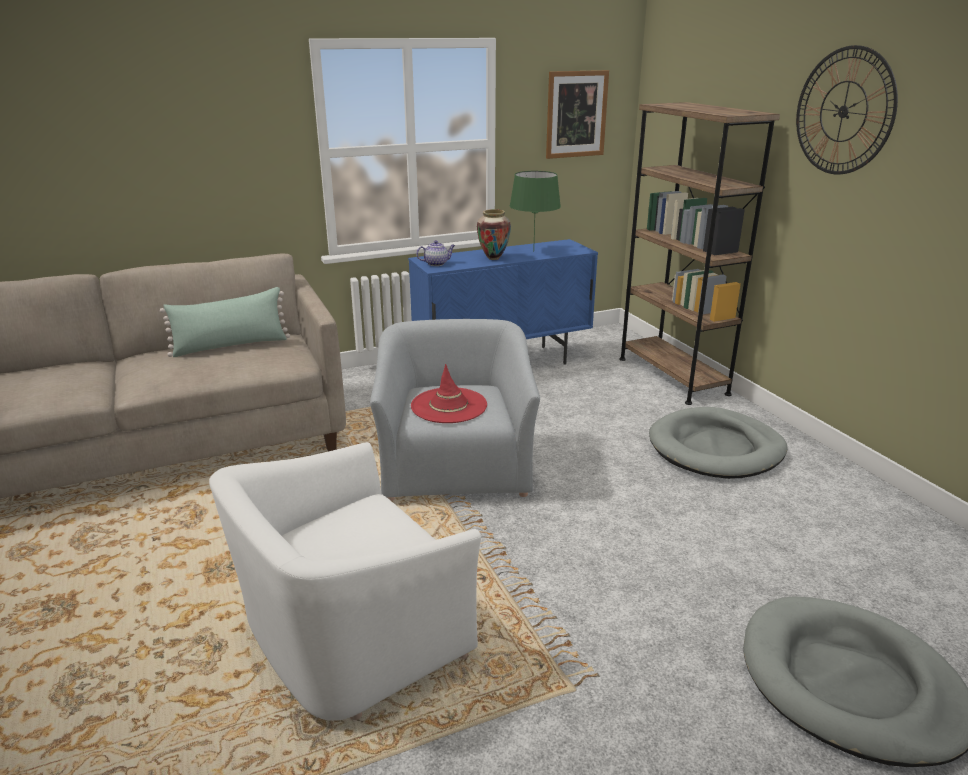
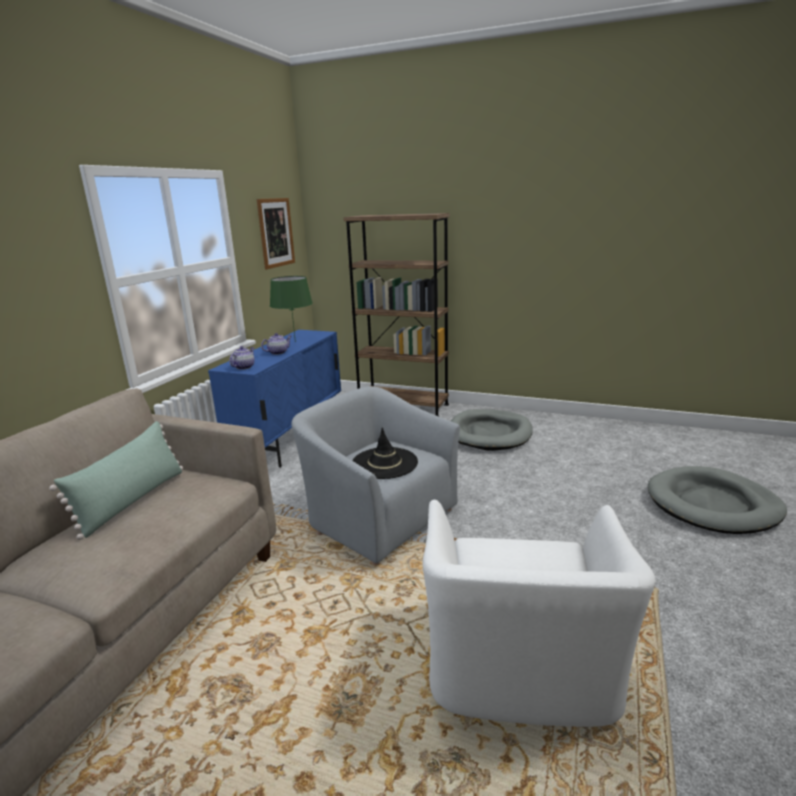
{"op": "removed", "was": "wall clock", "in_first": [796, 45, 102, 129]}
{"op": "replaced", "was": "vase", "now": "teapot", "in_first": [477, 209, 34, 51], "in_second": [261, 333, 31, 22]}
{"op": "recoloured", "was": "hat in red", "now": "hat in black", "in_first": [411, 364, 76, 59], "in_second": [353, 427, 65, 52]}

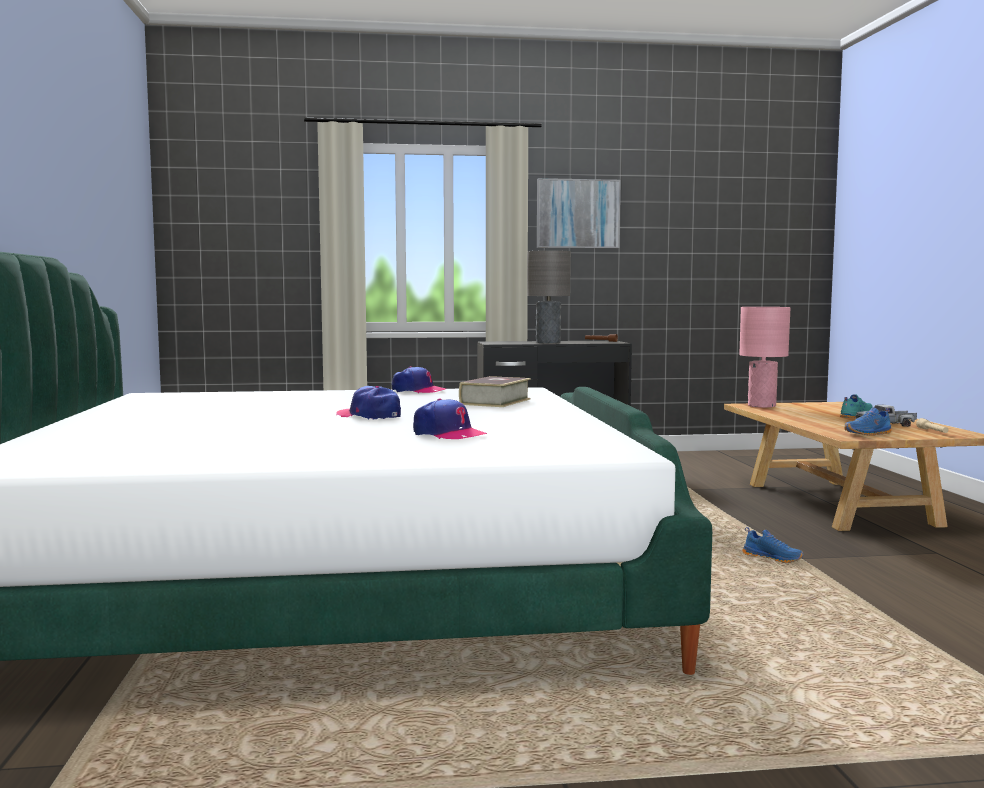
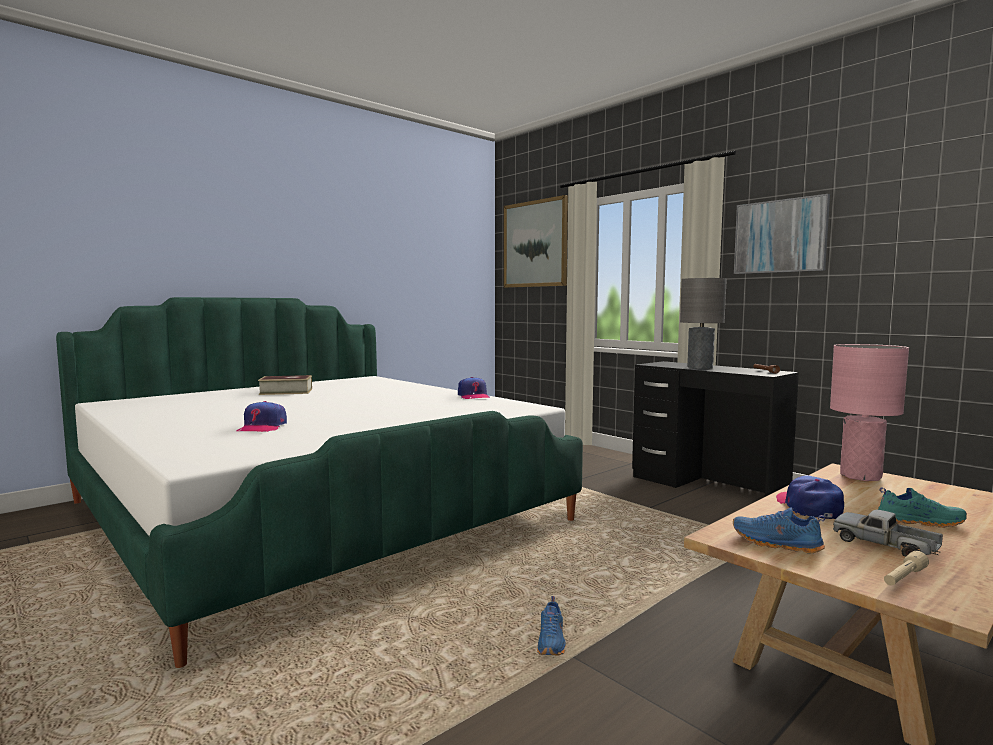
{"op": "moved", "was": "book", "in_first": [459, 376, 72, 31], "in_second": [258, 375, 54, 20]}
{"op": "moved", "was": "cap", "in_first": [336, 386, 65, 34], "in_second": [776, 475, 68, 44]}
{"op": "added", "now": "picture", "in_second": [504, 195, 64, 93]}

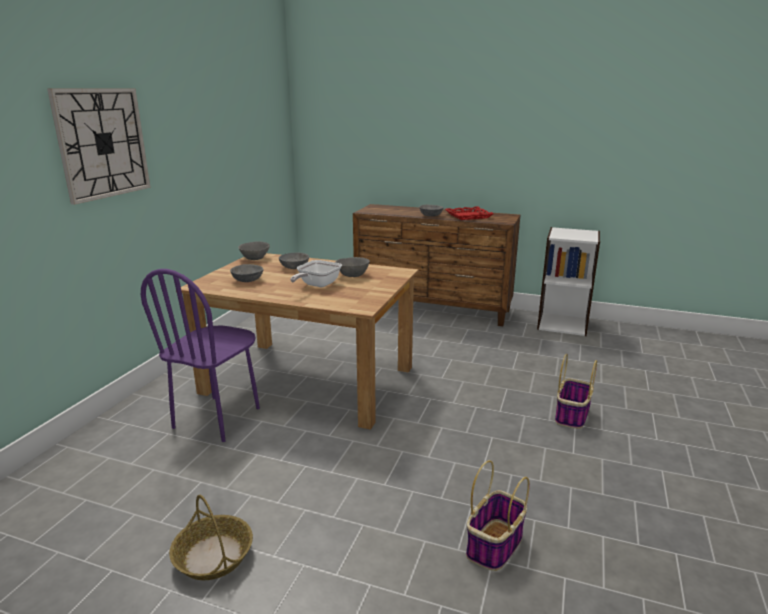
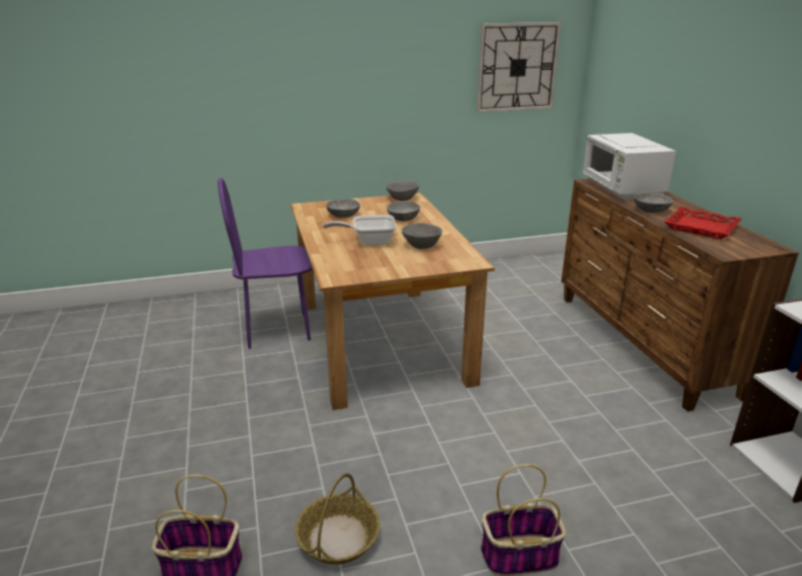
{"op": "moved", "was": "wall clock", "in_first": [47, 88, 104, 117], "in_second": [477, 22, 84, 91]}
{"op": "moved", "was": "basket", "in_first": [169, 495, 84, 85], "in_second": [295, 473, 85, 92]}
{"op": "added", "now": "microwave in white", "in_second": [583, 133, 93, 68]}

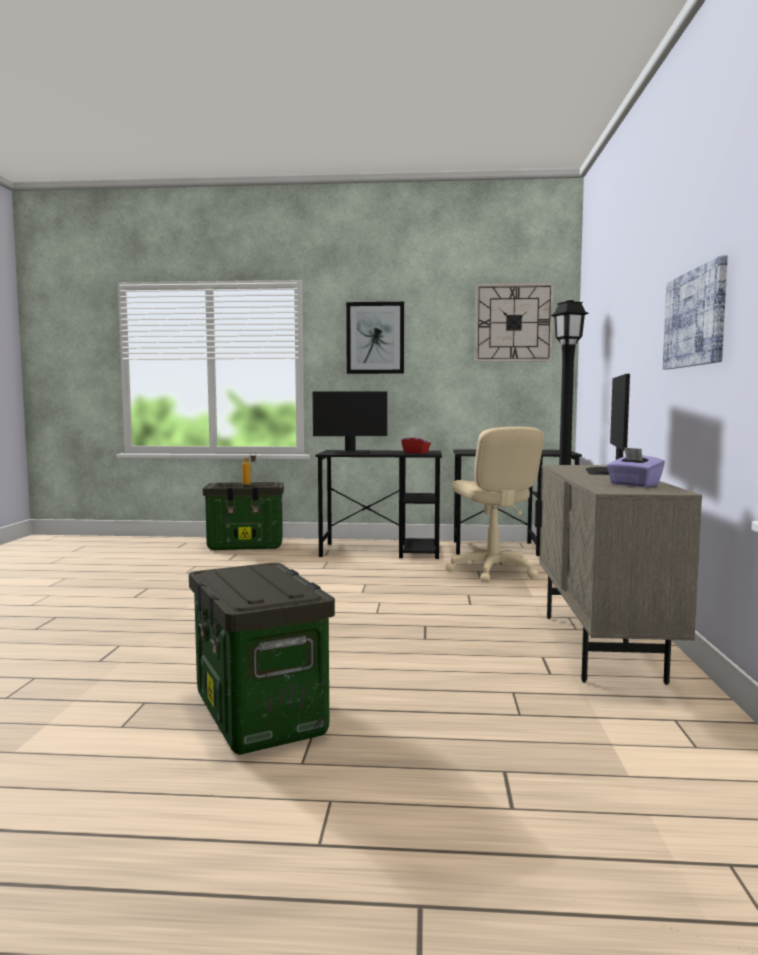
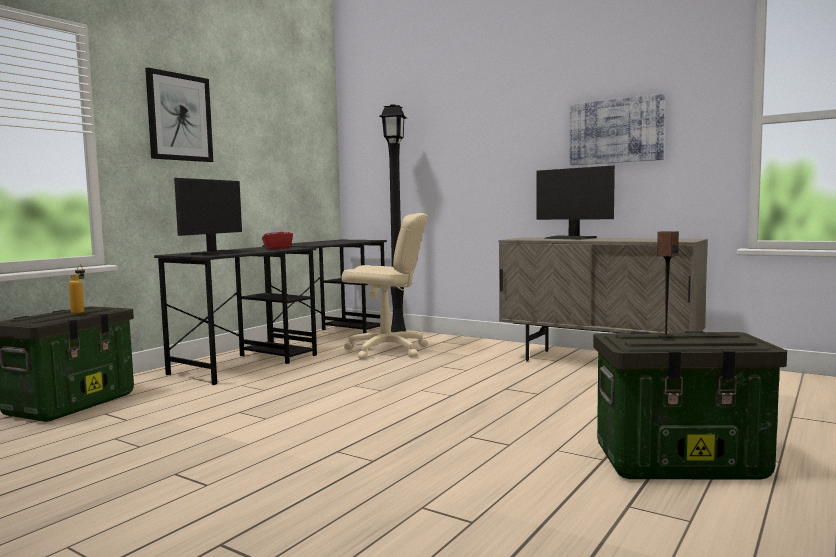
{"op": "removed", "was": "wall clock", "in_first": [475, 283, 79, 79]}
{"op": "removed", "was": "tissue box in purple", "in_first": [606, 447, 59, 40]}
{"op": "added", "now": "speaker", "in_second": [657, 231, 22, 106]}

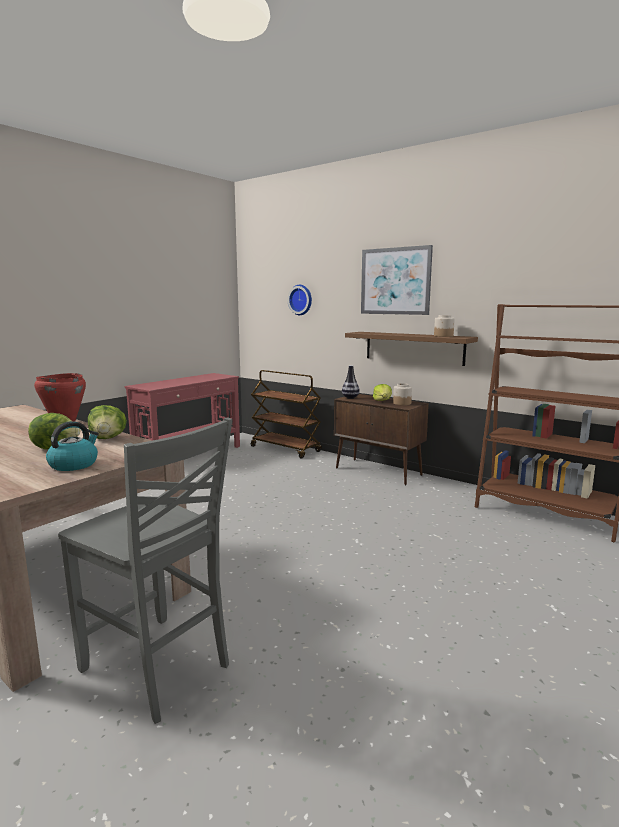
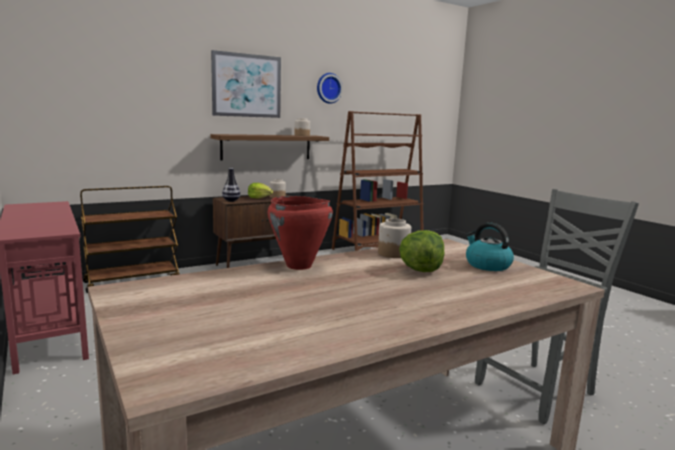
{"op": "moved", "was": "wall clock", "in_first": [287, 285, 25, 30], "in_second": [317, 73, 26, 31]}
{"op": "replaced", "was": "lettuce", "now": "jar", "in_first": [88, 405, 39, 34], "in_second": [378, 218, 33, 40]}

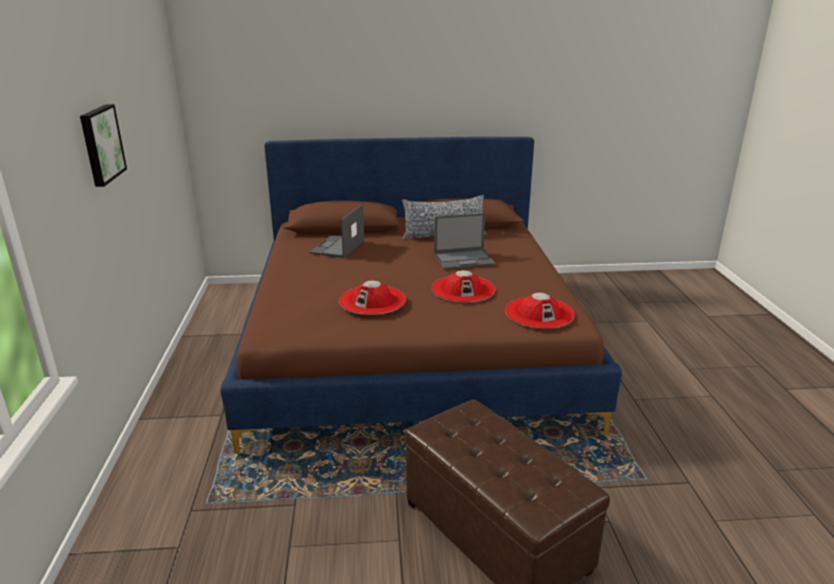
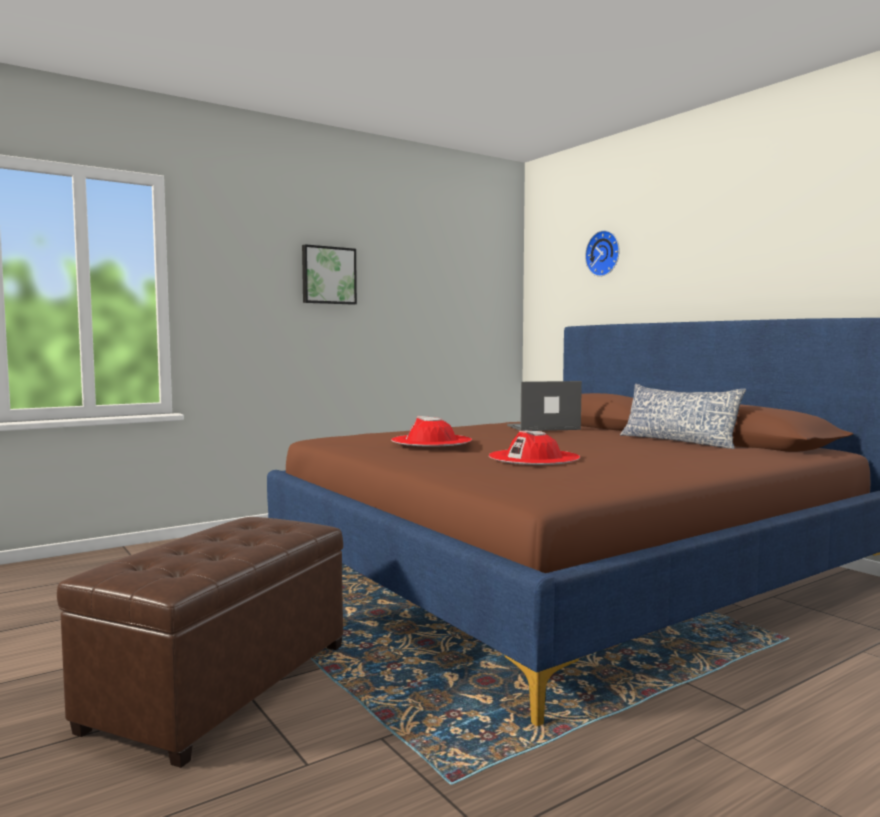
{"op": "removed", "was": "laptop", "in_first": [434, 213, 62, 56]}
{"op": "removed", "was": "hat in red", "in_first": [505, 293, 69, 35]}
{"op": "added", "now": "wall clock", "in_second": [585, 230, 35, 47]}

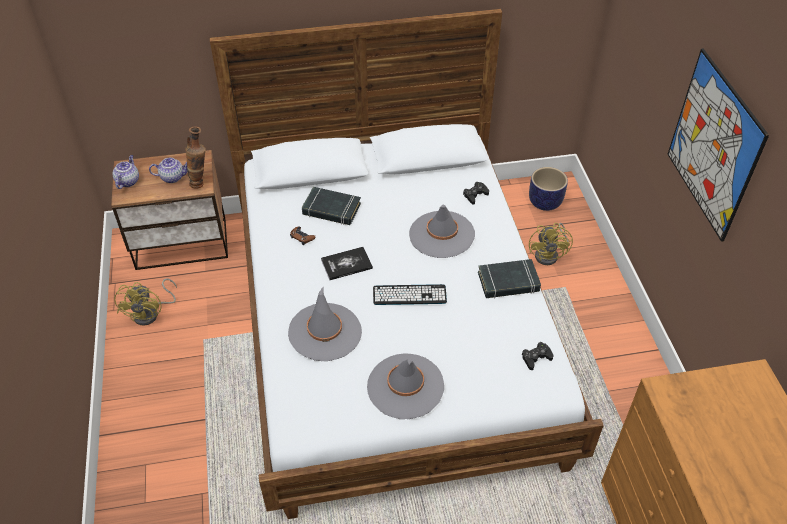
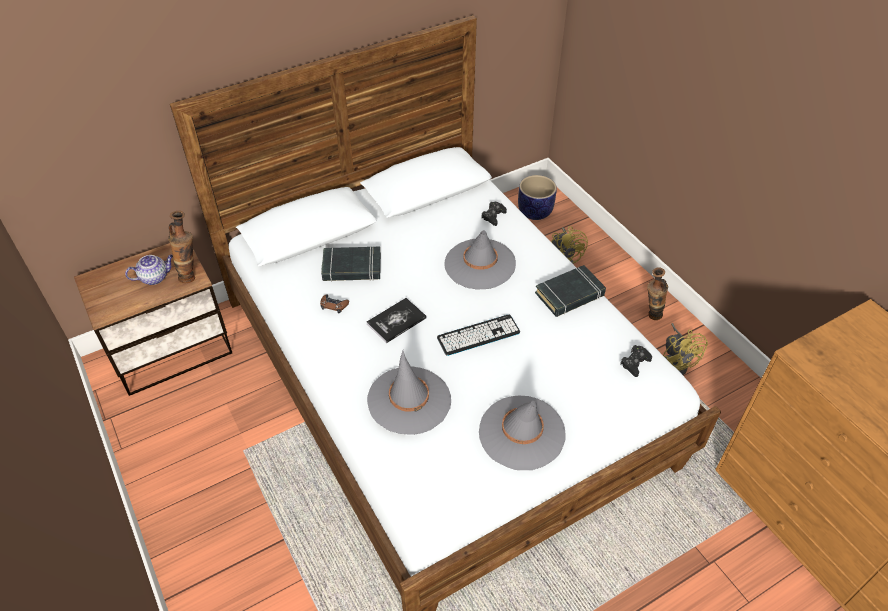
{"op": "removed", "was": "picture", "in_first": [668, 48, 101, 194]}
{"op": "removed", "was": "teapot", "in_first": [113, 155, 26, 34]}
{"op": "moved", "was": "fan in yellow", "in_first": [114, 278, 63, 48], "in_second": [663, 323, 45, 52]}
{"op": "added", "now": "vase", "in_second": [647, 268, 21, 52]}

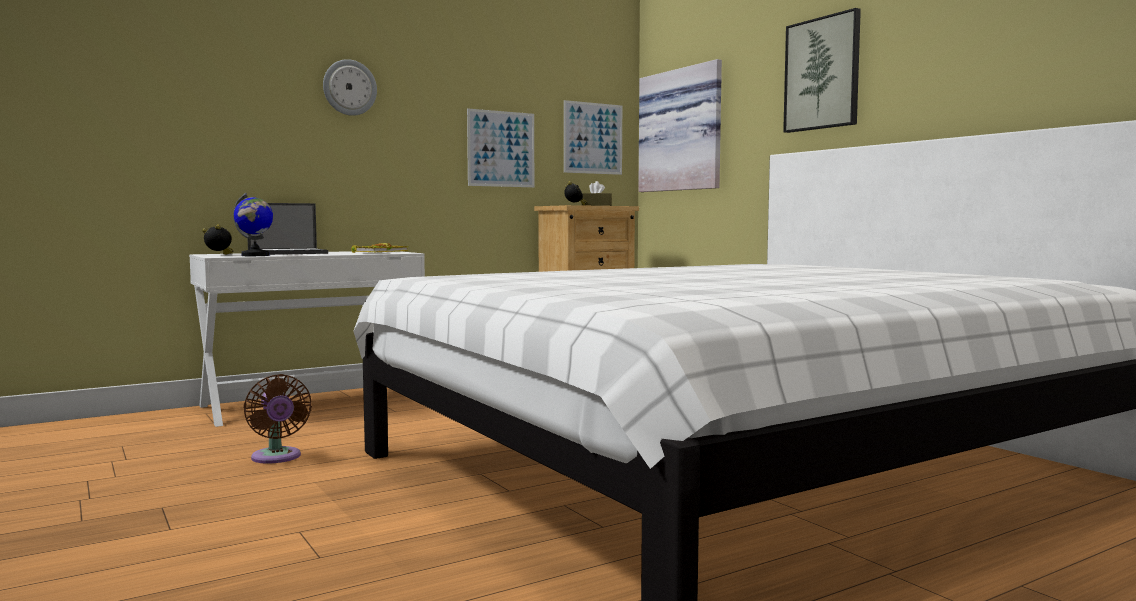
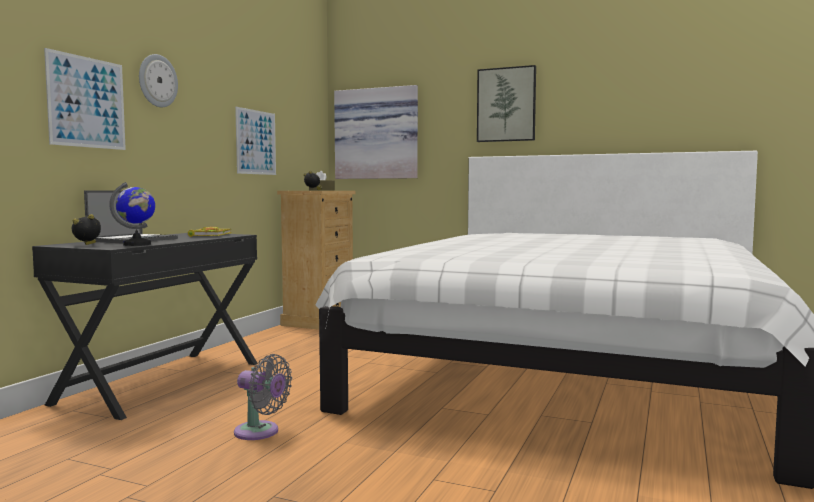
{"op": "moved", "was": "picture", "in_first": [564, 100, 58, 75], "in_second": [44, 48, 82, 102]}
{"op": "recoloured", "was": "desk in white", "now": "desk in black", "in_first": [189, 251, 236, 176], "in_second": [32, 233, 226, 187]}
{"op": "recoloured", "was": "fan in brown", "now": "fan in grey", "in_first": [243, 374, 69, 90], "in_second": [234, 354, 58, 86]}

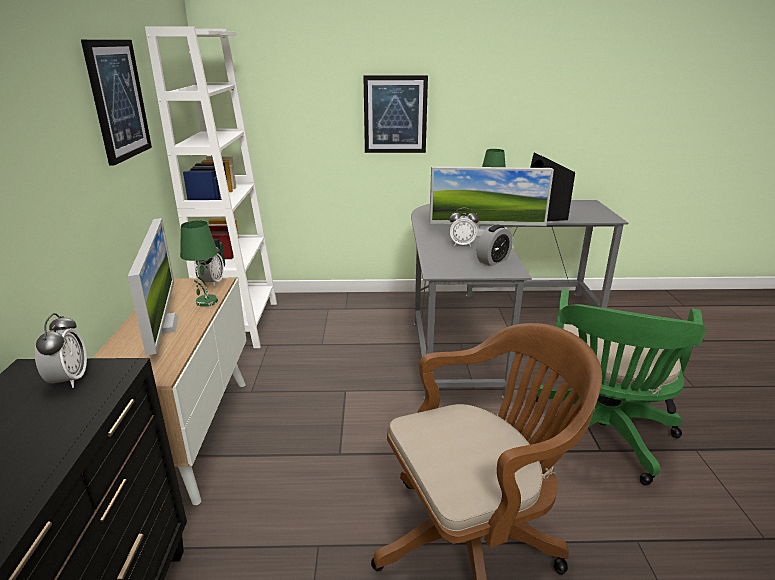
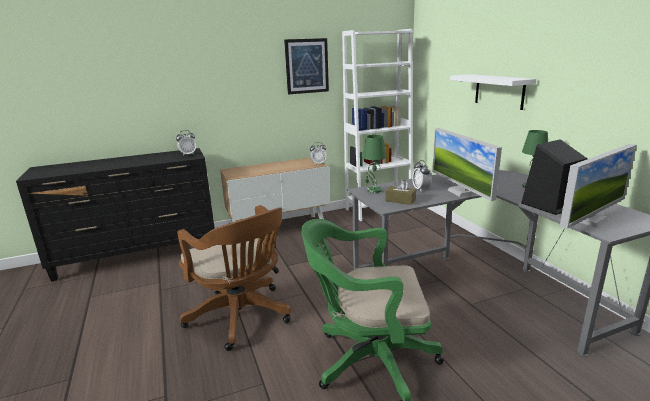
{"op": "replaced", "was": "picture", "now": "shelf in white", "in_first": [363, 75, 65, 78], "in_second": [450, 74, 86, 36]}
{"op": "moved", "was": "monitor", "in_first": [128, 218, 50, 138], "in_second": [559, 144, 78, 85]}
{"op": "moved", "was": "table lamp in green", "in_first": [180, 220, 38, 87], "in_second": [363, 135, 24, 58]}
{"op": "replaced", "was": "alarm clock", "now": "tissue box in brown", "in_first": [477, 225, 36, 41], "in_second": [385, 179, 31, 26]}

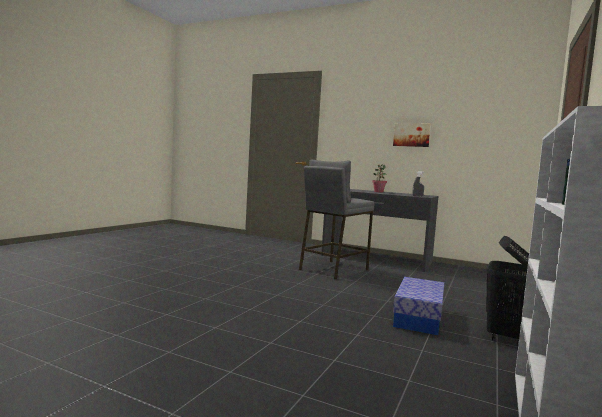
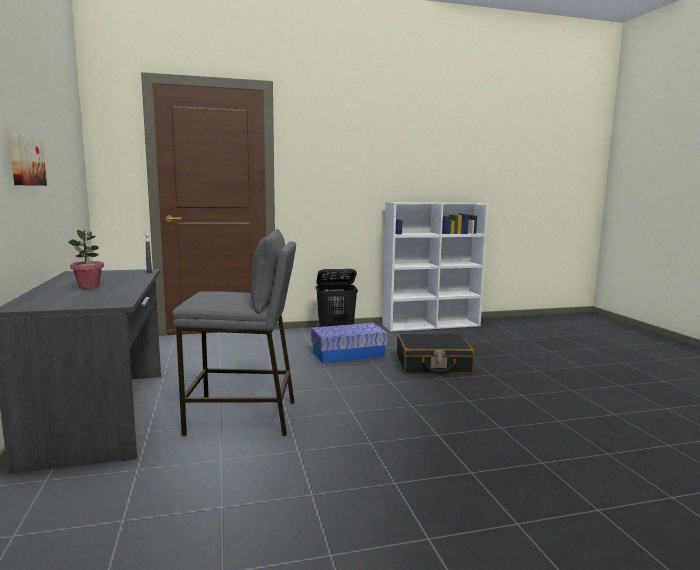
{"op": "added", "now": "suitcase in black", "in_second": [397, 334, 77, 40]}

